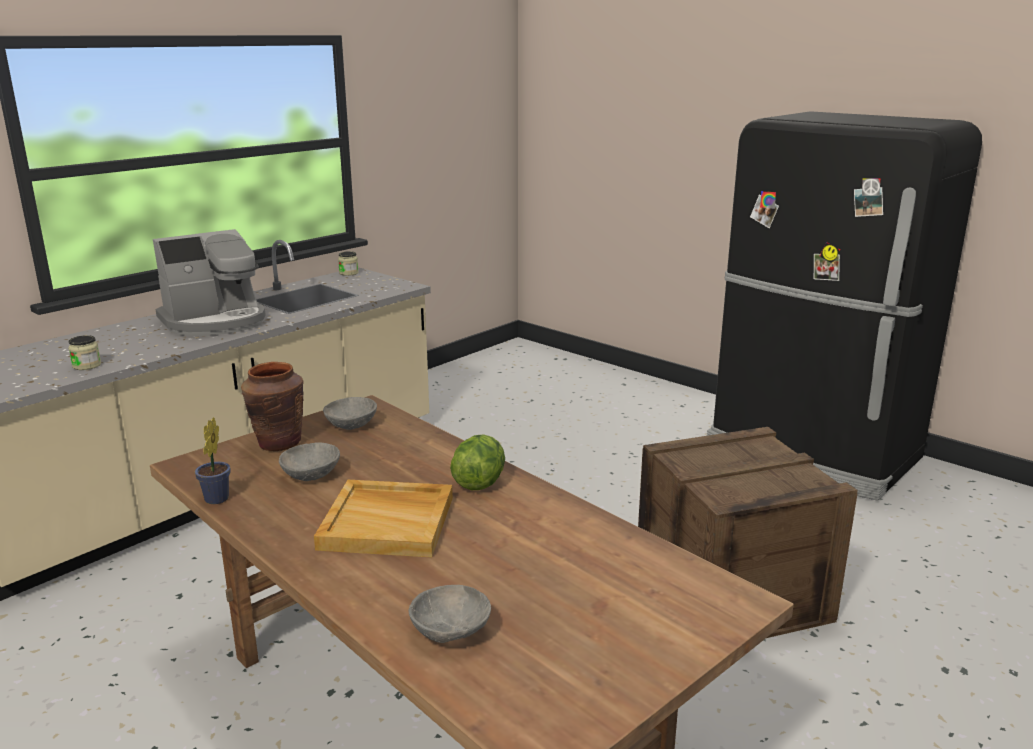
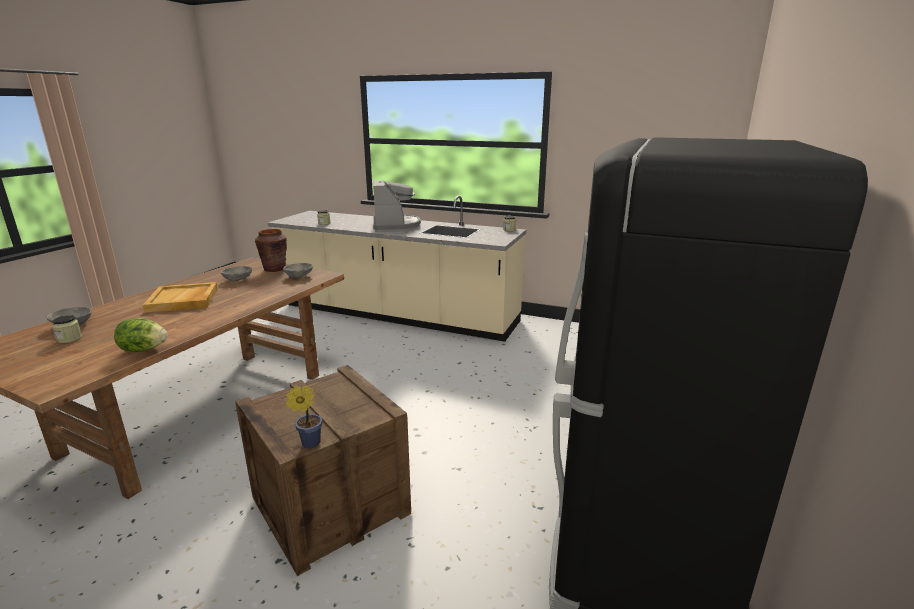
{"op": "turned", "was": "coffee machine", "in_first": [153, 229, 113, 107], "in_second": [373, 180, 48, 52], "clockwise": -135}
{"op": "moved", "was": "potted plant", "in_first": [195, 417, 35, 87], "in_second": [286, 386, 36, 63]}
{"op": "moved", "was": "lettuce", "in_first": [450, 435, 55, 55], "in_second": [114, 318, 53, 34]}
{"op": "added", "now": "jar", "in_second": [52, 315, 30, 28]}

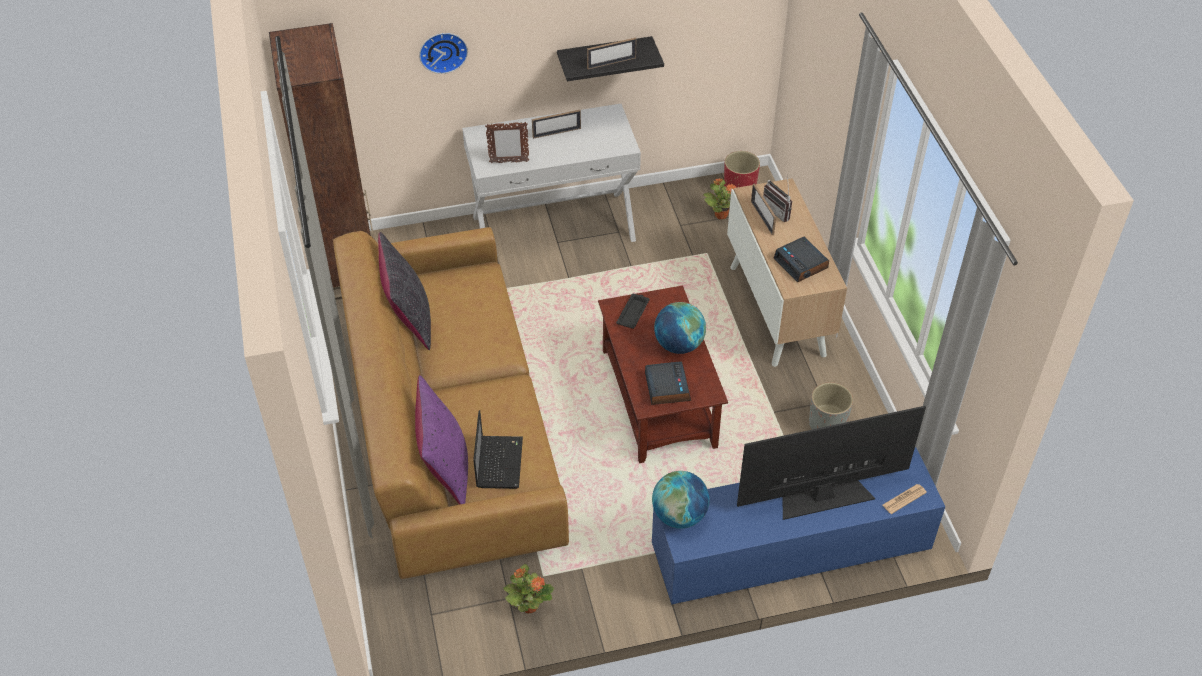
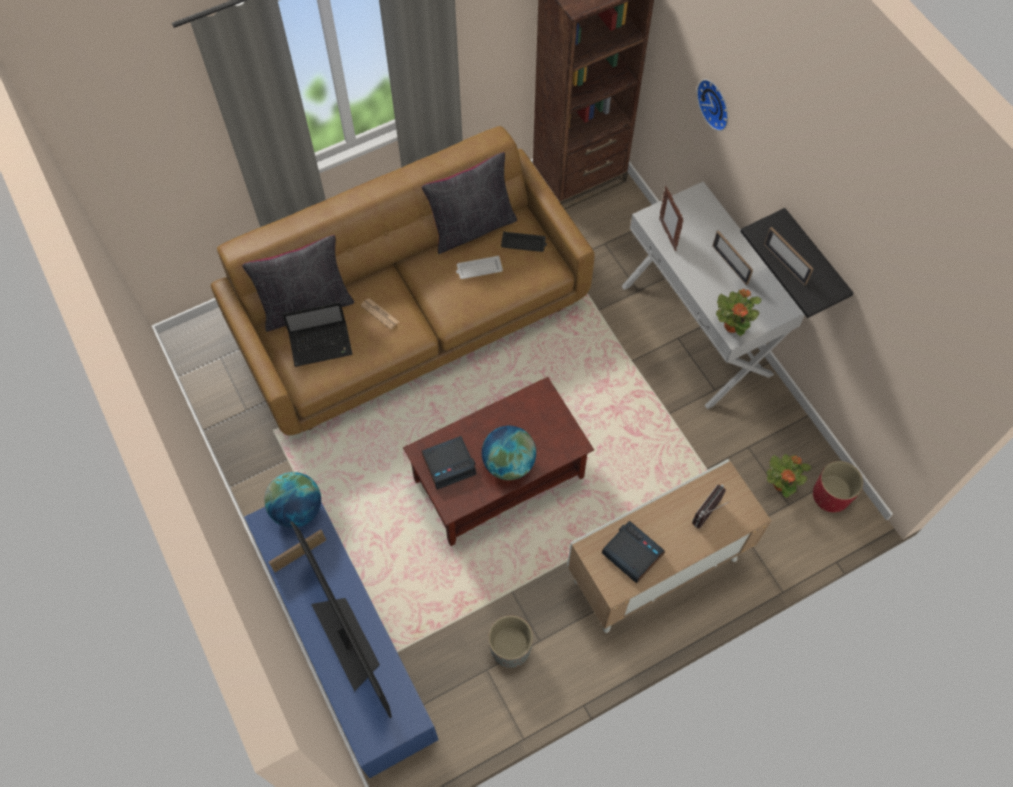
{"op": "moved", "was": "picture frame", "in_first": [751, 184, 25, 51], "in_second": [269, 529, 57, 43]}
{"op": "turned", "was": "alarm clock", "in_first": [774, 236, 55, 47], "in_second": [602, 521, 63, 63], "clockwise": 90}
{"op": "moved", "was": "tray in black", "in_first": [616, 294, 34, 35], "in_second": [501, 232, 46, 20]}
{"op": "recoloured", "was": "pillow in purple", "now": "pillow in black", "in_first": [415, 375, 53, 130], "in_second": [242, 235, 112, 97]}
{"op": "moved", "was": "newspaper", "in_first": [883, 484, 44, 30], "in_second": [361, 298, 38, 31]}
{"op": "moved", "was": "potted plant", "in_first": [504, 564, 50, 50], "in_second": [716, 288, 46, 48]}
{"op": "added", "now": "tray in white", "in_second": [456, 256, 47, 23]}

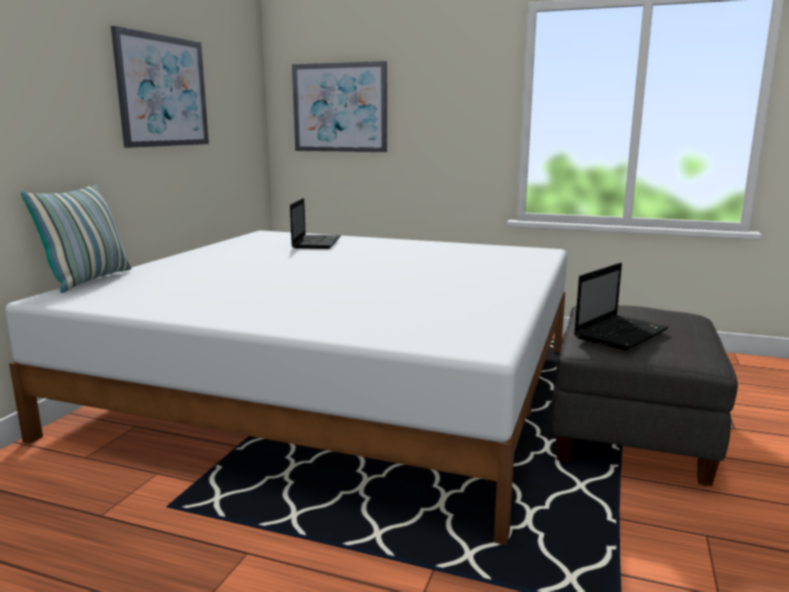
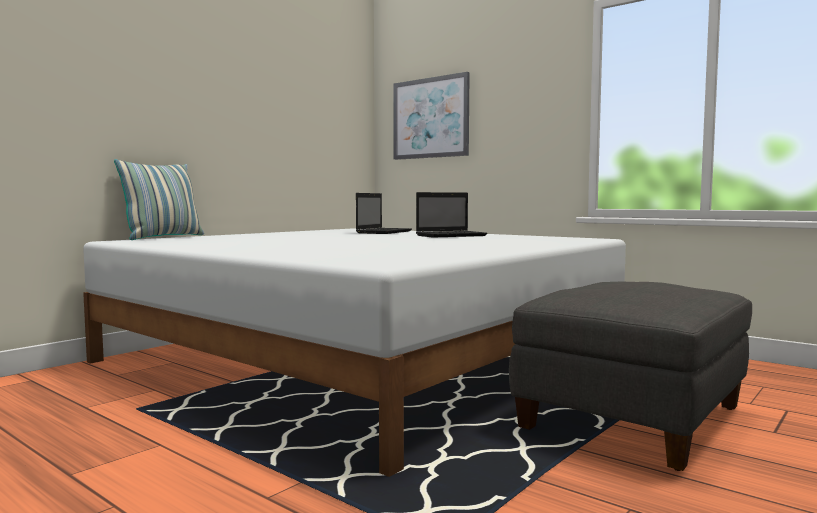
{"op": "removed", "was": "picture", "in_first": [111, 26, 98, 122]}
{"op": "moved", "was": "laptop", "in_first": [574, 263, 95, 87], "in_second": [416, 192, 71, 46]}

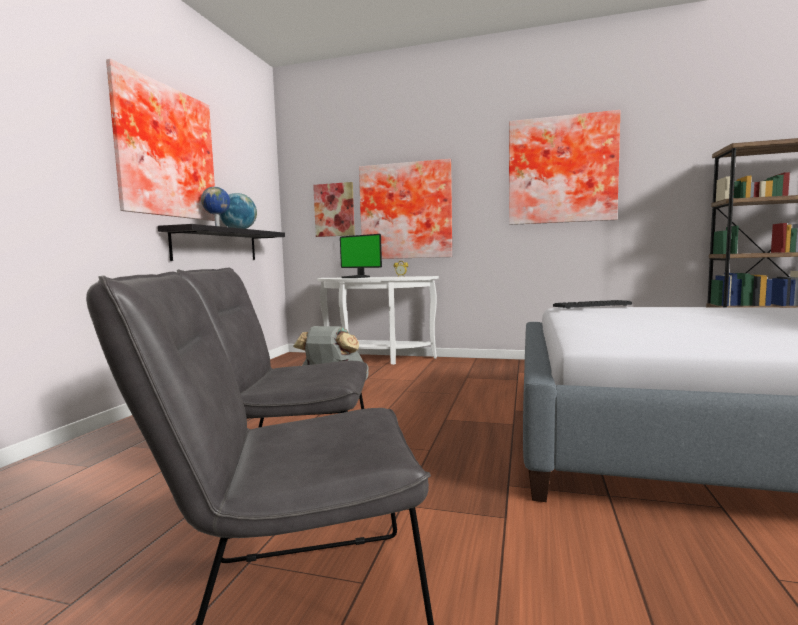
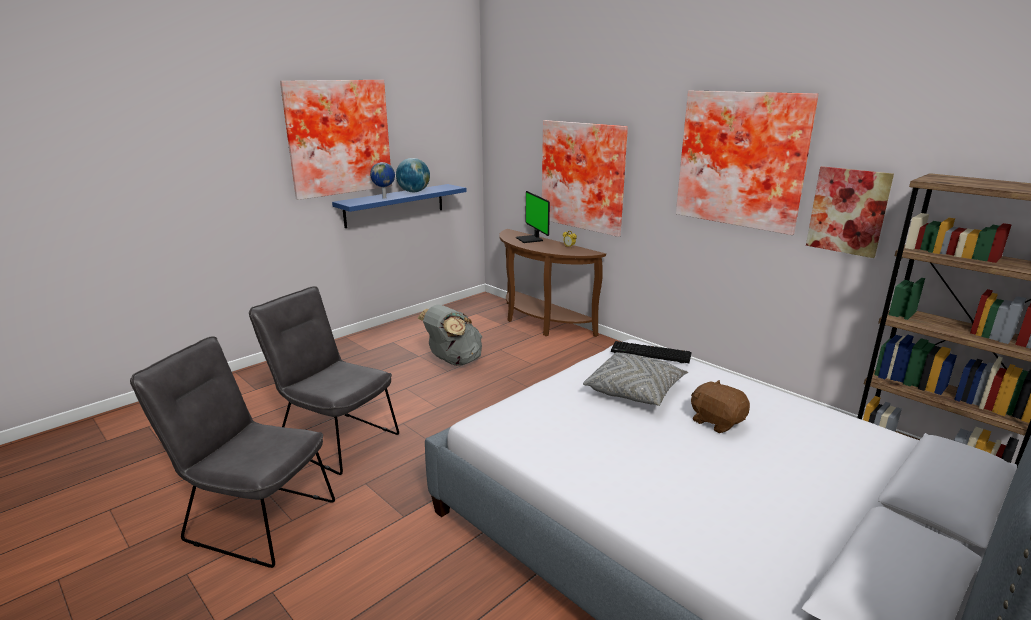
{"op": "moved", "was": "picture", "in_first": [313, 182, 42, 55], "in_second": [806, 166, 88, 92]}
{"op": "recoloured", "was": "shelf in black", "now": "shelf in blue", "in_first": [158, 224, 127, 37], "in_second": [332, 184, 135, 44]}
{"op": "recoloured", "was": "console table in white", "now": "console table in brown", "in_first": [317, 276, 122, 89], "in_second": [499, 229, 107, 108]}
{"op": "added", "now": "pillow in grey", "in_second": [583, 352, 105, 54]}
{"op": "added", "now": "plush toy in brown", "in_second": [691, 380, 59, 53]}

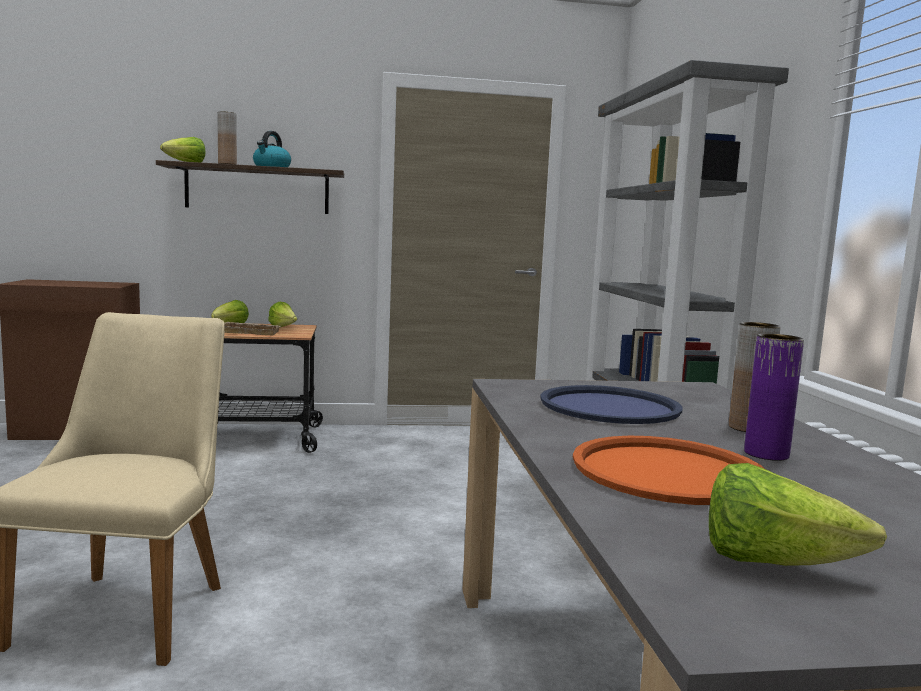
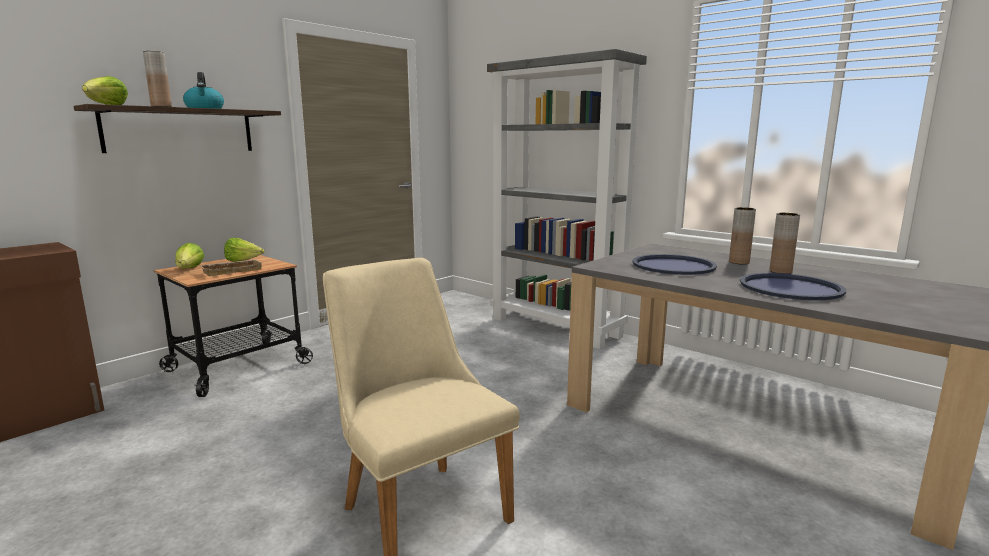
{"op": "recoloured", "was": "vase in purple", "now": "vase in brown", "in_first": [744, 333, 60, 128], "in_second": [769, 212, 31, 62]}
{"op": "recoloured", "was": "tray in orange", "now": "tray in blue", "in_first": [573, 436, 192, 69], "in_second": [740, 273, 106, 27]}
{"op": "removed", "was": "lettuce", "in_first": [709, 463, 178, 103]}

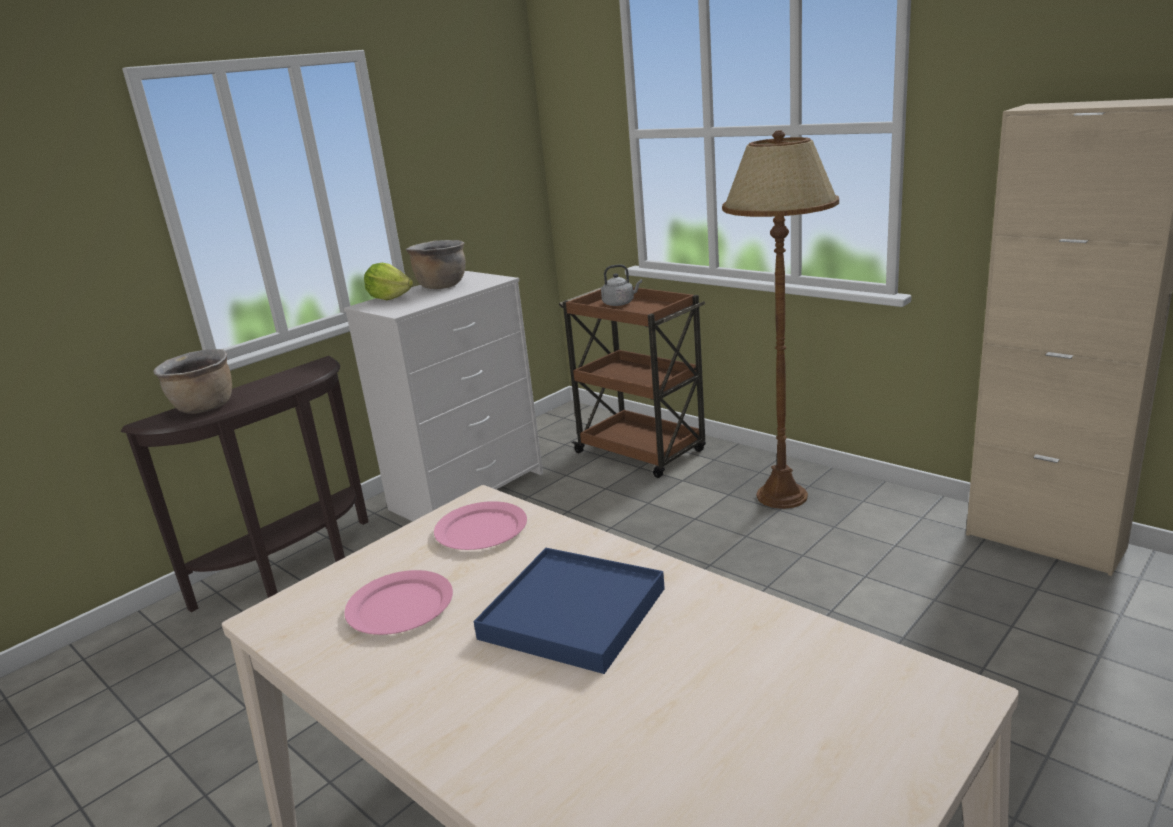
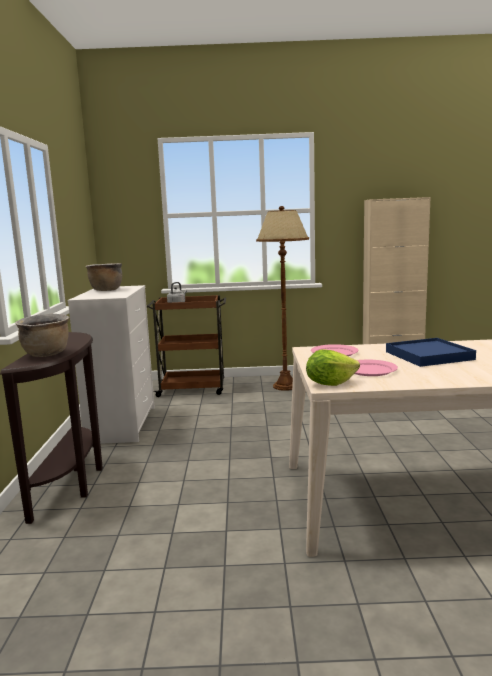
{"op": "moved", "was": "lettuce", "in_first": [364, 263, 49, 37], "in_second": [306, 350, 54, 36]}

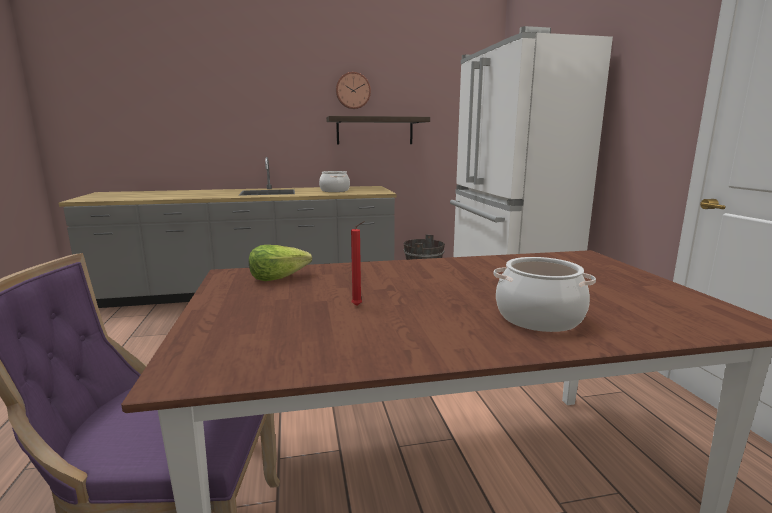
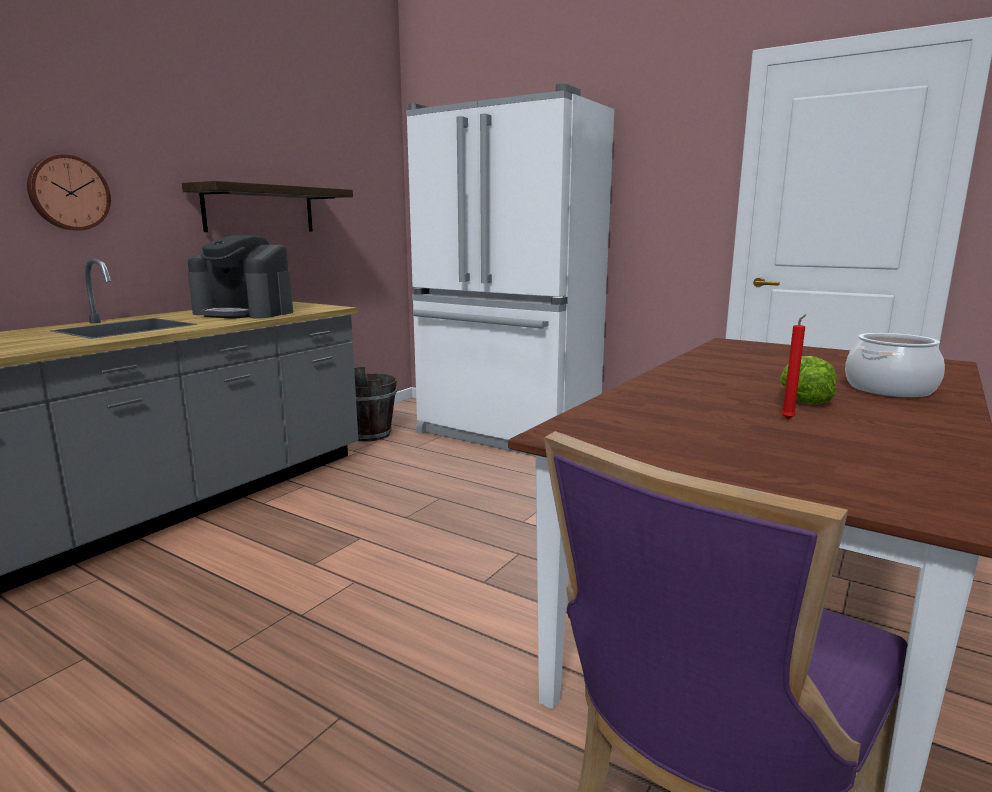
{"op": "moved", "was": "wall clock", "in_first": [336, 72, 35, 37], "in_second": [27, 154, 84, 76]}
{"op": "replaced", "was": "cooking pot", "now": "coffee machine", "in_first": [319, 171, 31, 21], "in_second": [188, 235, 105, 84]}
{"op": "moved", "was": "lettuce", "in_first": [249, 245, 63, 36], "in_second": [780, 356, 57, 48]}

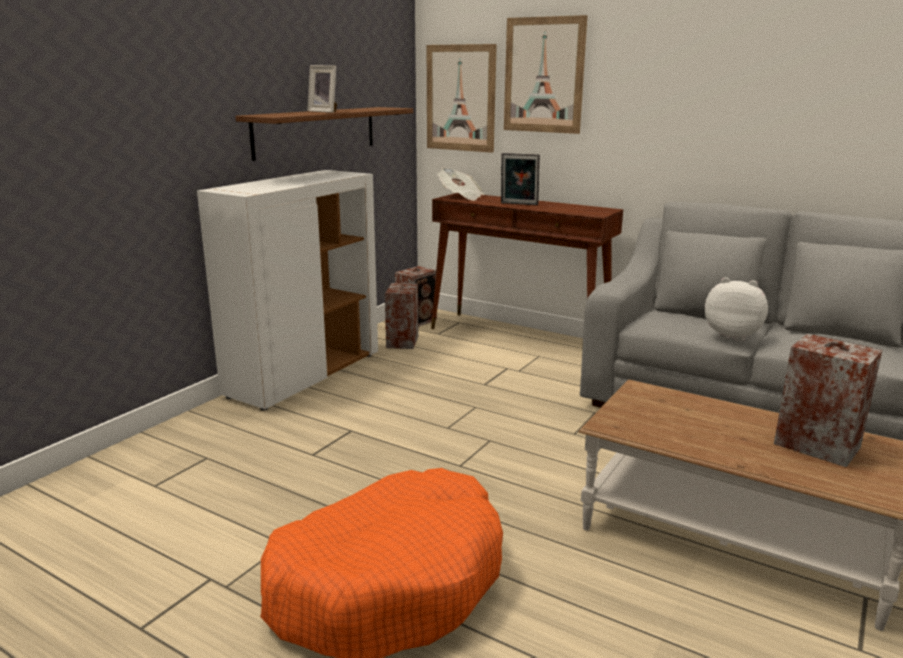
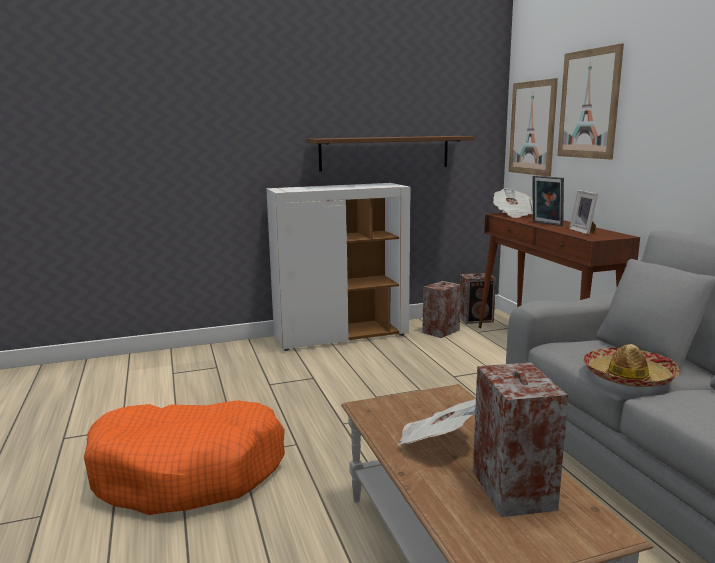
{"op": "moved", "was": "picture frame", "in_first": [308, 65, 29, 48], "in_second": [569, 190, 29, 44]}
{"op": "replaced", "was": "plush toy", "now": "hat", "in_first": [705, 277, 63, 64], "in_second": [583, 344, 97, 43]}
{"op": "added", "now": "newspaper", "in_second": [398, 399, 78, 46]}

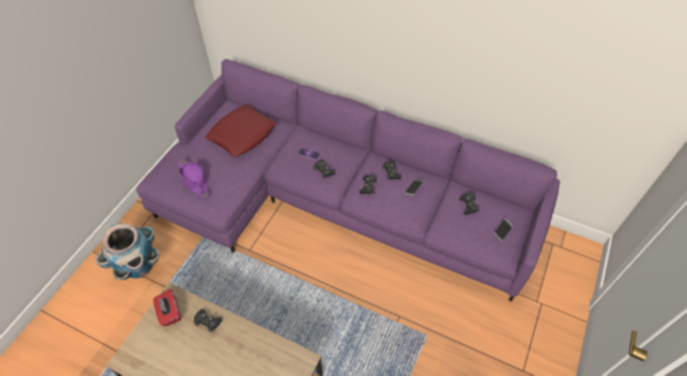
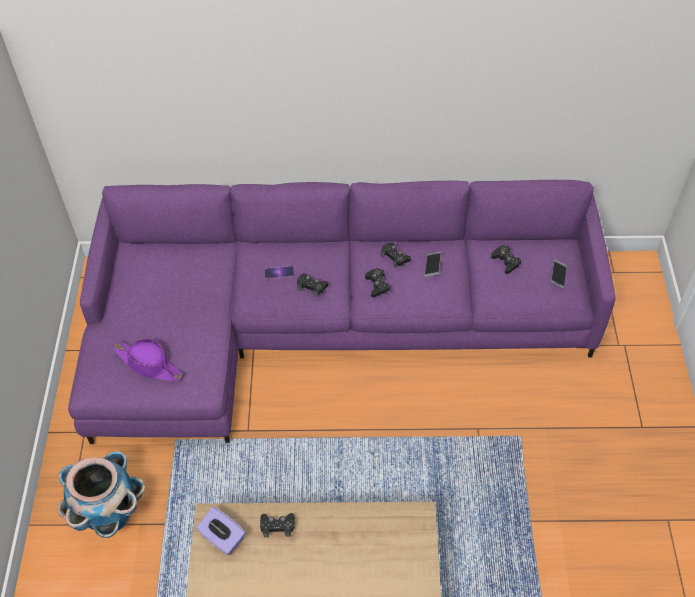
{"op": "removed", "was": "pillow in red", "in_first": [206, 104, 70, 53]}
{"op": "recoloured", "was": "tissue box in red", "now": "tissue box in purple", "in_first": [153, 289, 28, 37], "in_second": [196, 506, 50, 49]}

